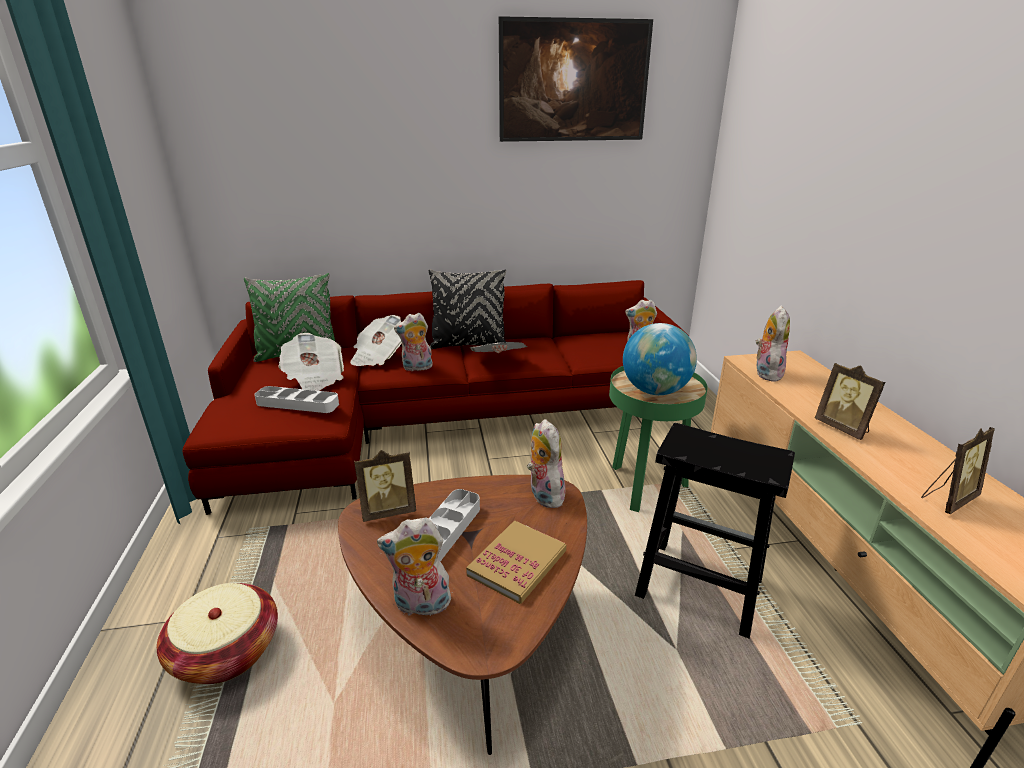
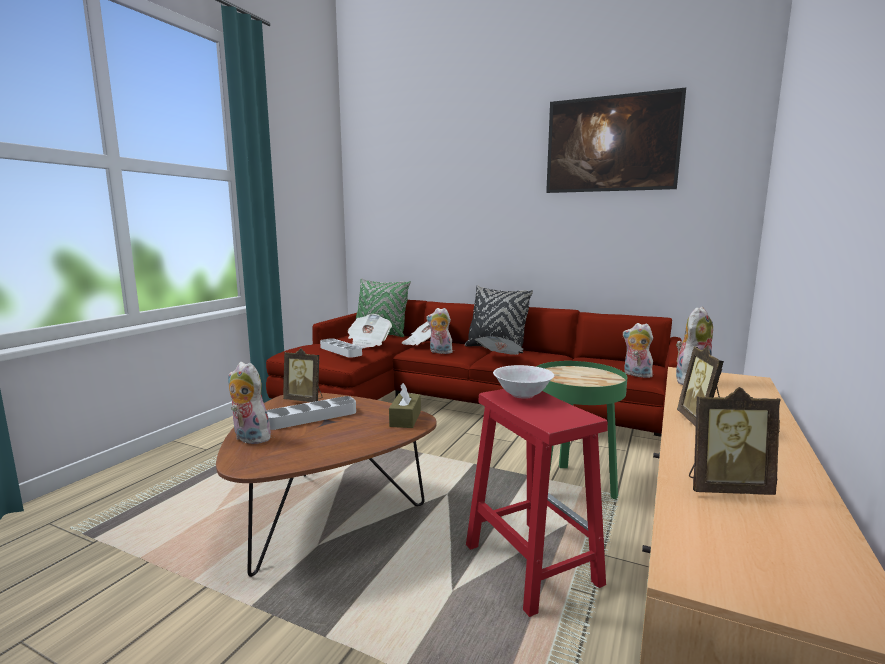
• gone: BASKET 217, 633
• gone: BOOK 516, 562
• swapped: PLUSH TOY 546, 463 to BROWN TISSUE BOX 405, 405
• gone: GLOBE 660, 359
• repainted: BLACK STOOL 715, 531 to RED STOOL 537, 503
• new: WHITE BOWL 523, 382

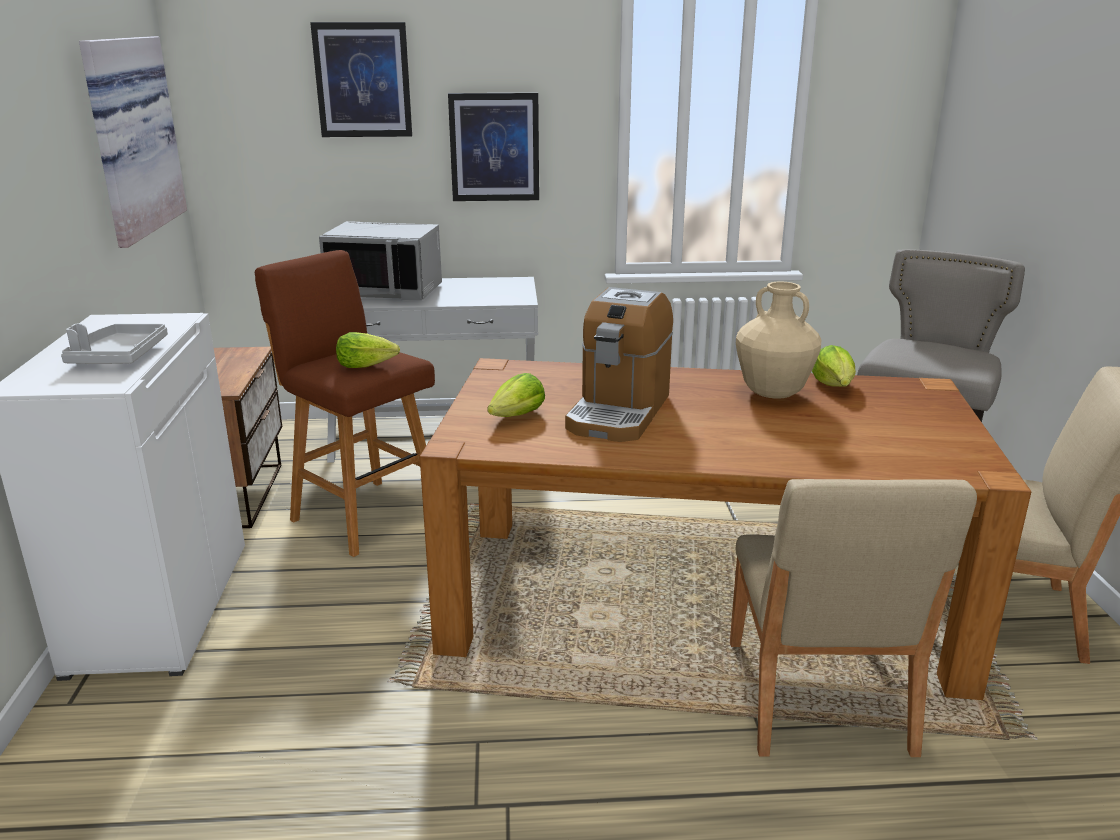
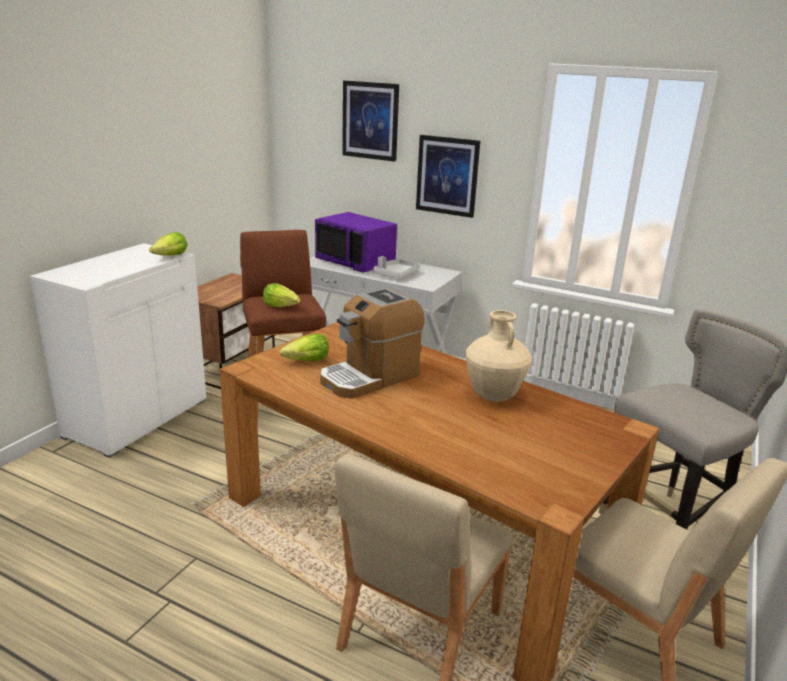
• shifted: GREY TRAY 114, 344 to 396, 267
• gone: PICTURE 133, 142
• repainted: GREY MICROWAVE 380, 261 to PURPLE MICROWAVE 356, 242
• shifted: LETTUCE 834, 366 to 168, 244

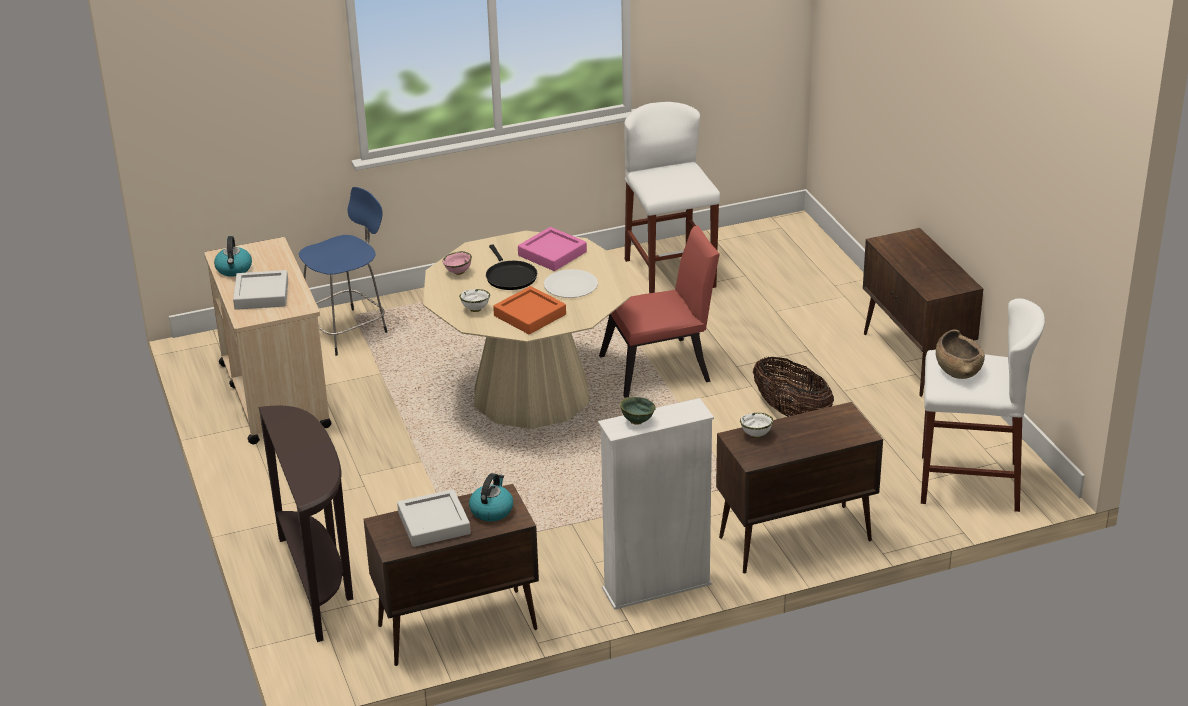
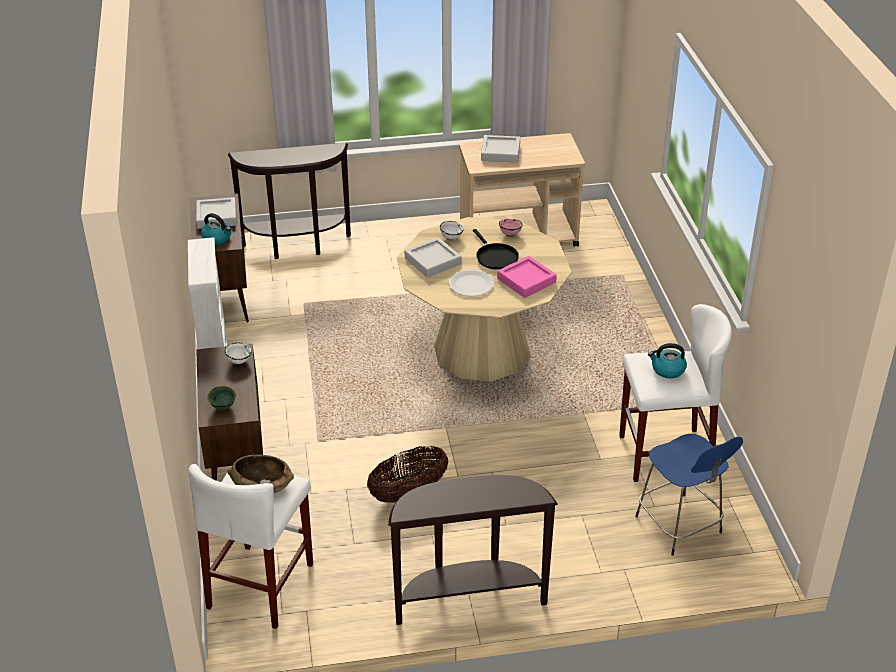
• shifted: KETTLE 233, 256 to 667, 361
• shifted: BLUE STOOL 343, 271 to 689, 495
• rotated: BLACK FRYING PAN 511, 267 = 496, 249 105 degrees counterclockwise
• repainted: ORANGE TRAY 529, 310 to GREY TRAY 433, 257
• gone: RED CHAIR 659, 311
• shifted: GREEN BOWL 638, 411 to 222, 398
• swapped: BROWN CABINET 923, 312 to BROWN CONSOLE TABLE 473, 550

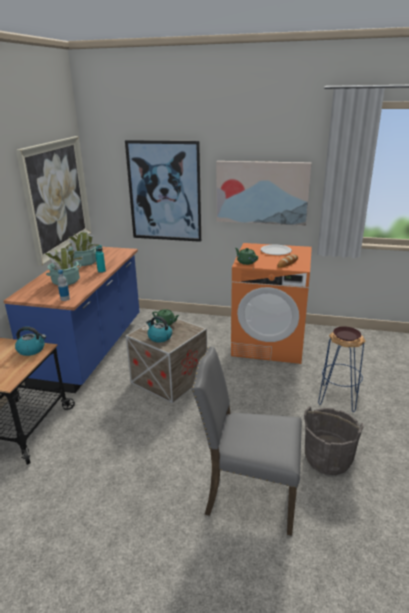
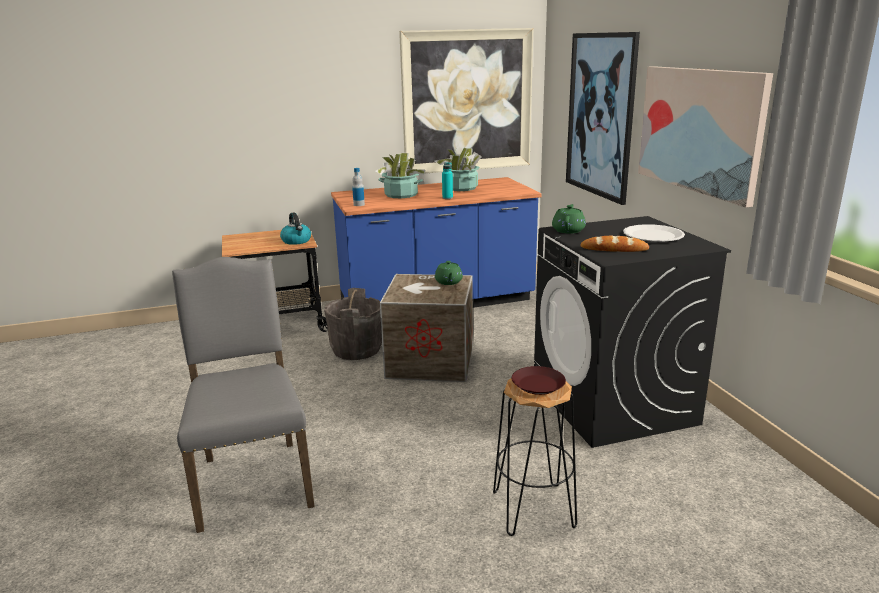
• gone: KETTLE 159, 329
• repainted: ORANGE WASHING MACHINE 271, 303 to BLACK WASHING MACHINE 632, 332
• shifted: GREY BUCKET 334, 440 to 353, 324
• repainted: BLUE STOOL 342, 372 to BLACK STOOL 535, 457

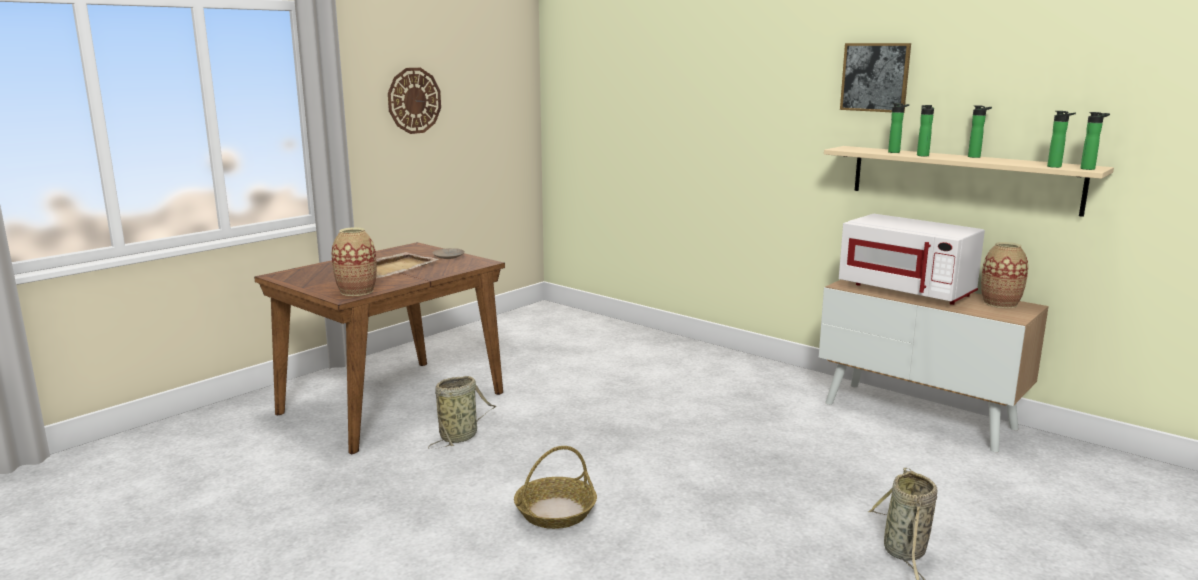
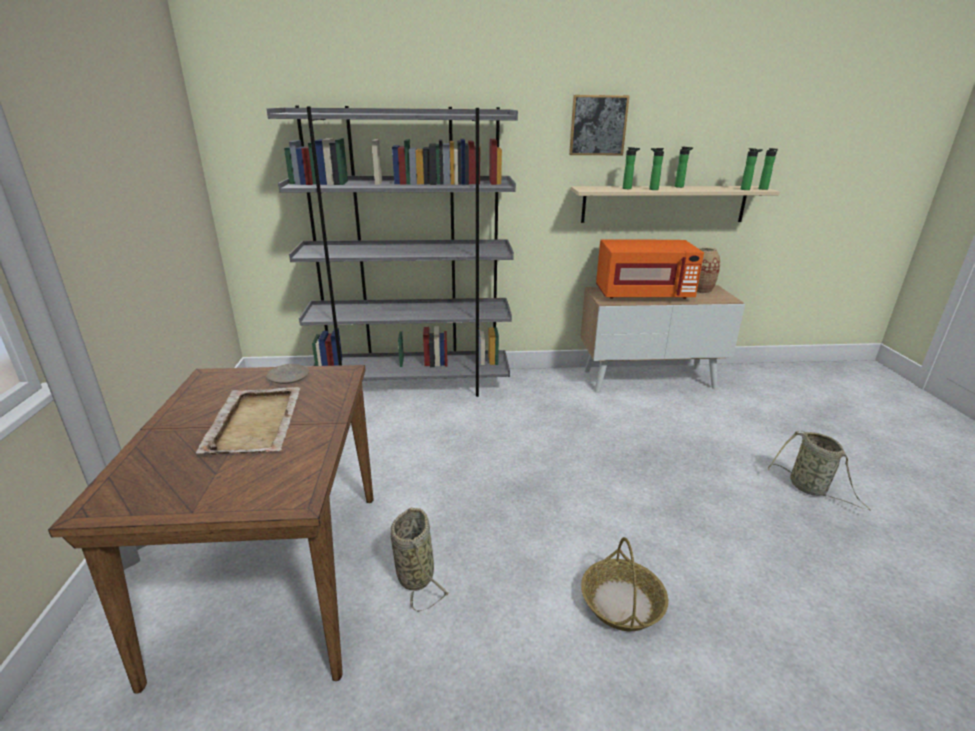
• gone: VASE 354, 261
• gone: WALL CLOCK 414, 101
• repainted: WHITE MICROWAVE 912, 259 to ORANGE MICROWAVE 650, 269
• new: GREY BOOKCASE 392, 251

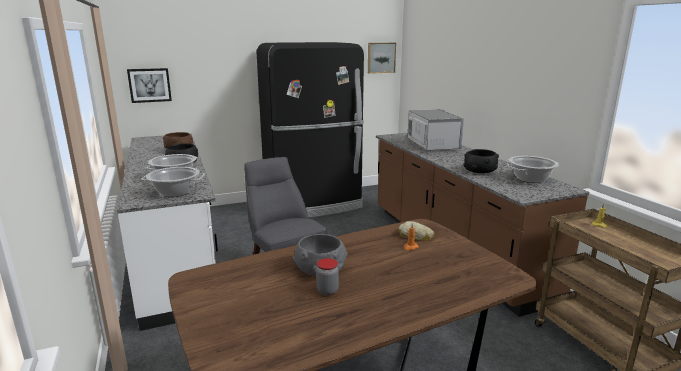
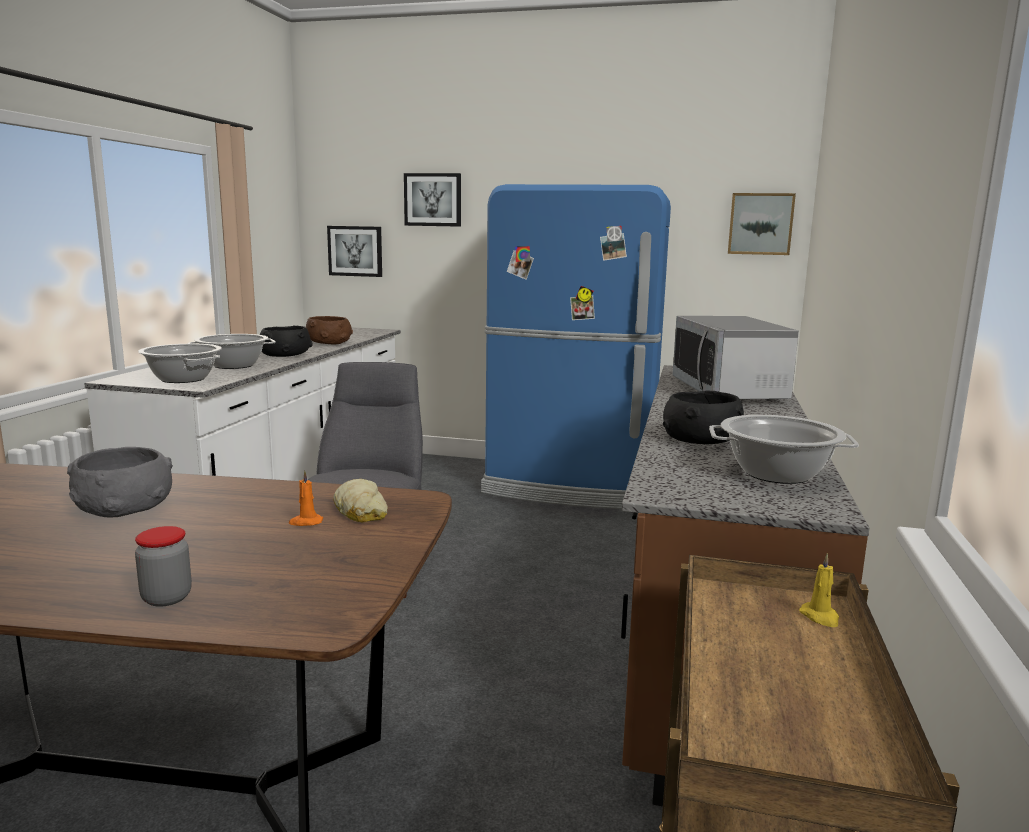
• repainted: BLACK FRIDGE 310, 130 to BLUE FRIDGE 576, 346
• shifted: JAR 327, 276 to 163, 566
• rotated: MICROWAVE 435, 130 = 735, 358 150 degrees clockwise
• new: PICTURE 432, 200

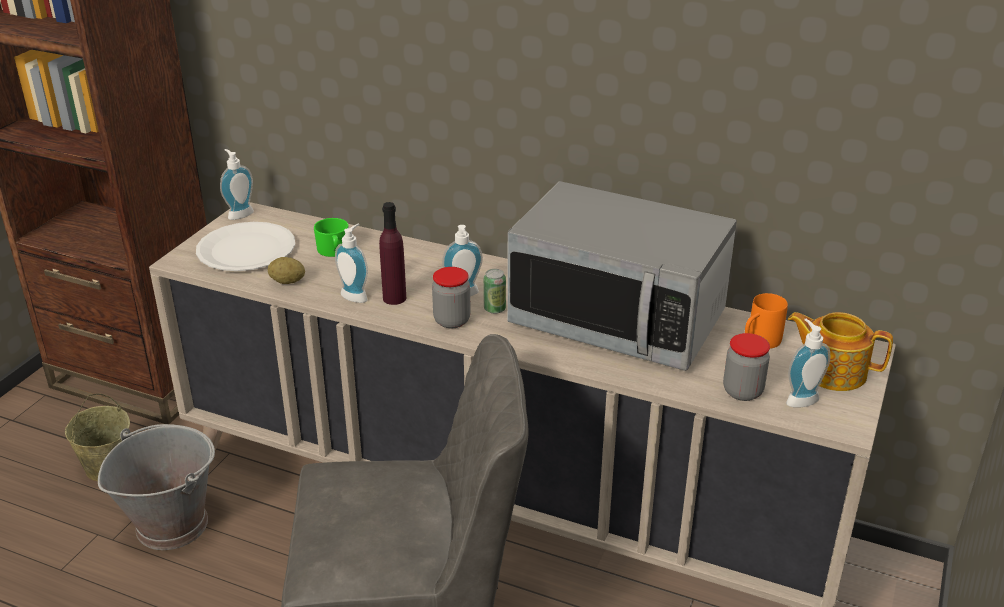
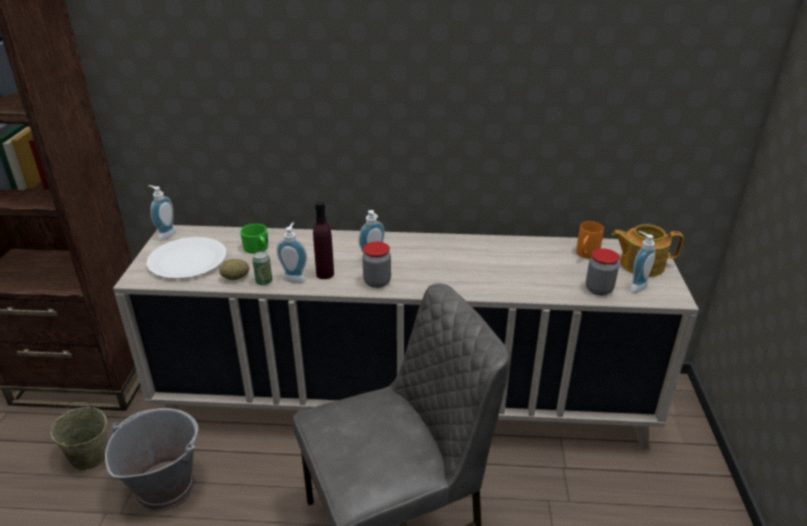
• shifted: CAN 495, 291 to 262, 268
• gone: MICROWAVE 622, 276

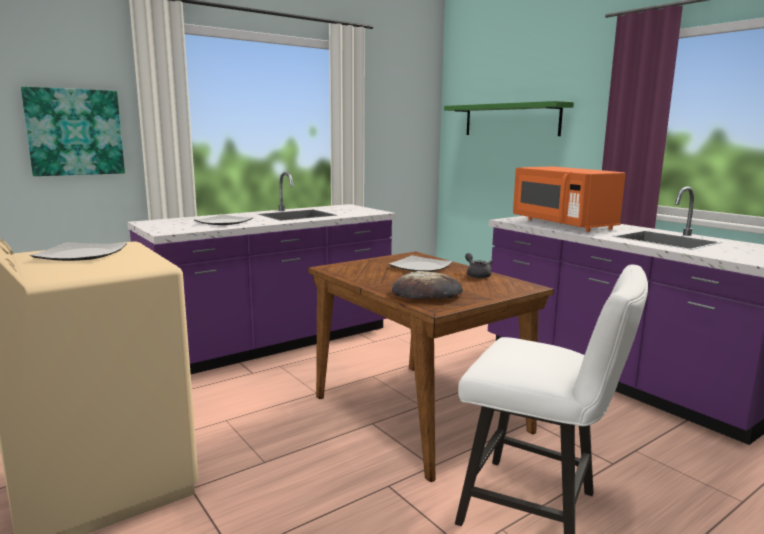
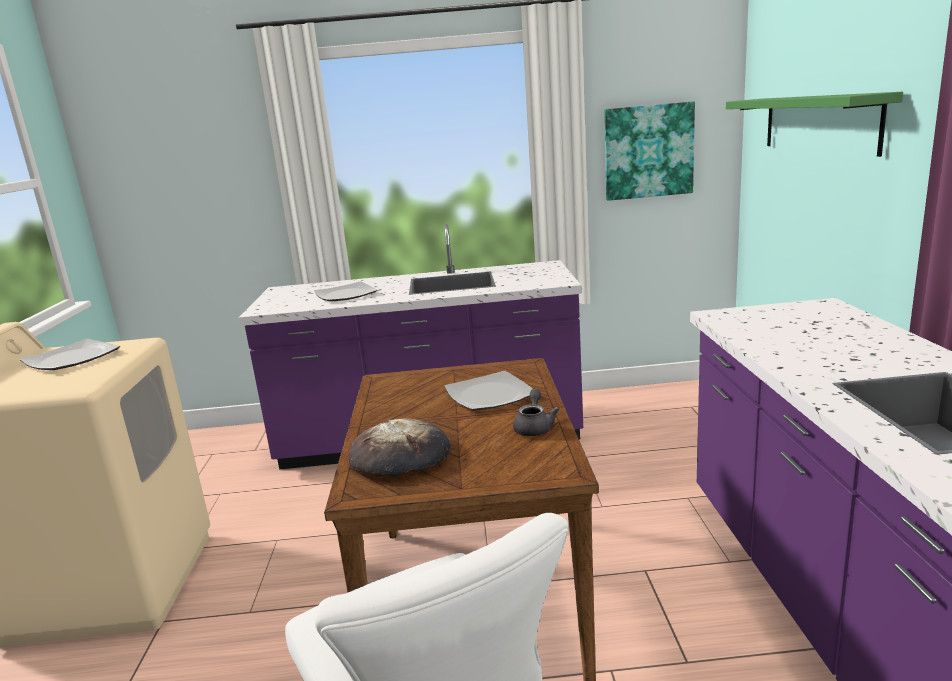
• shifted: PICTURE 73, 131 to 649, 151
• gone: ORANGE MICROWAVE 569, 199

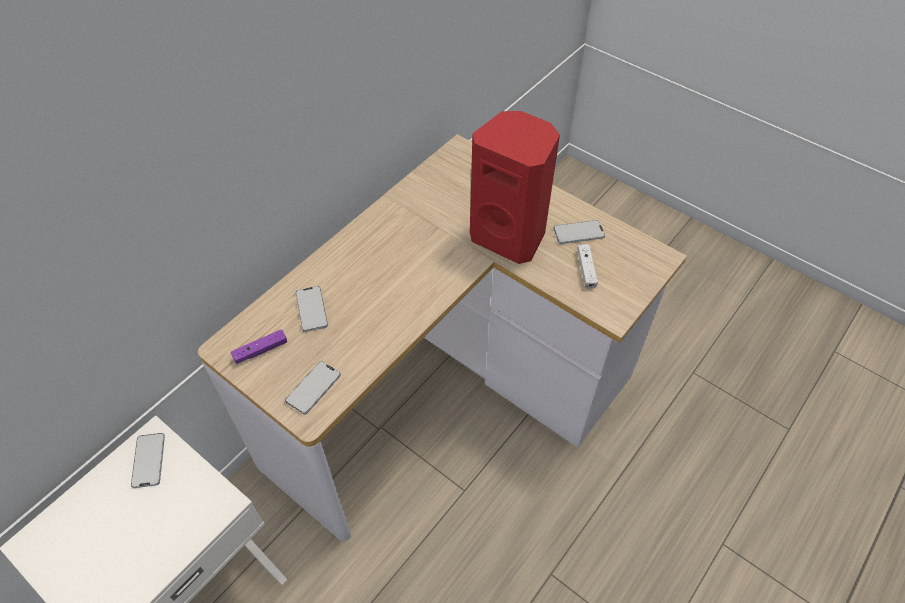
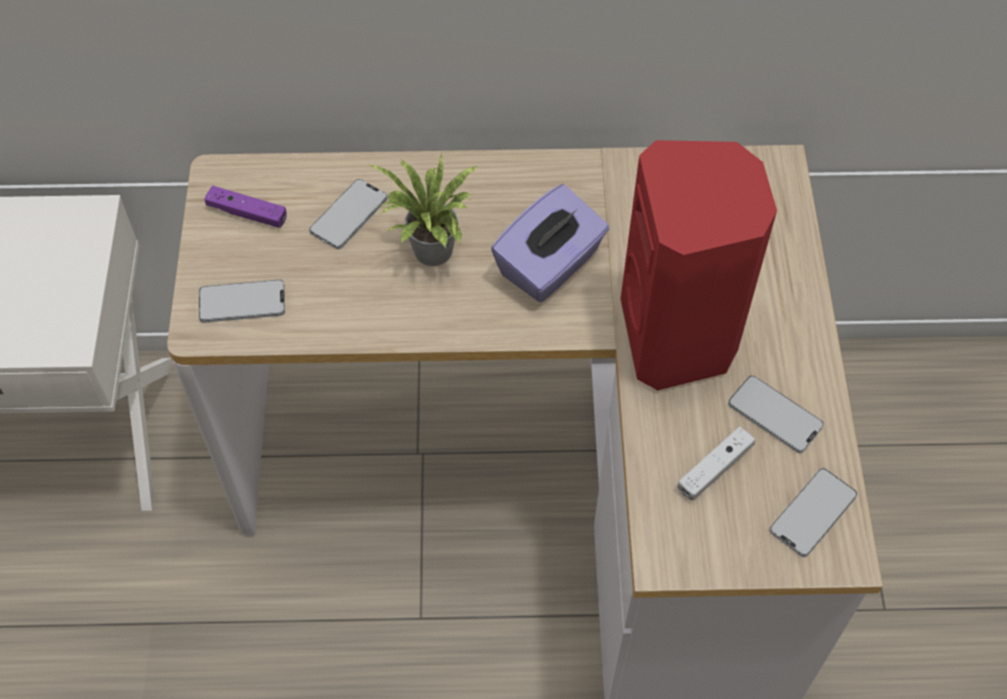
• shifted: PHONE 148, 460 to 813, 512
• new: POTTED PLANT 423, 209
• new: PURPLE TISSUE BOX 550, 243

